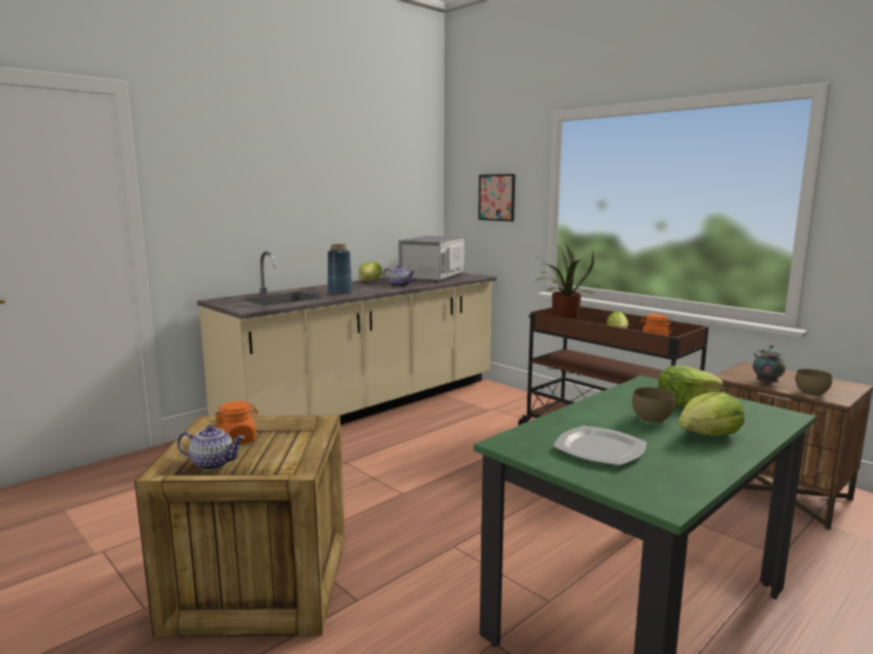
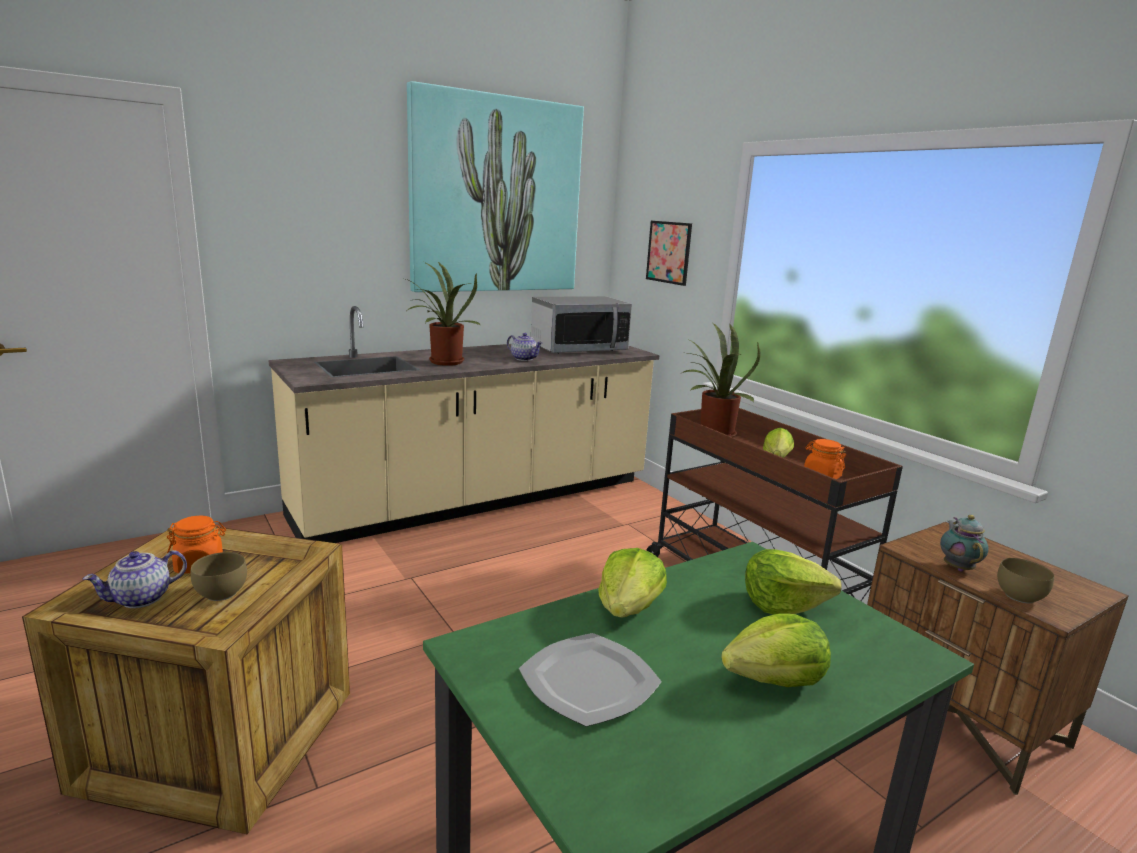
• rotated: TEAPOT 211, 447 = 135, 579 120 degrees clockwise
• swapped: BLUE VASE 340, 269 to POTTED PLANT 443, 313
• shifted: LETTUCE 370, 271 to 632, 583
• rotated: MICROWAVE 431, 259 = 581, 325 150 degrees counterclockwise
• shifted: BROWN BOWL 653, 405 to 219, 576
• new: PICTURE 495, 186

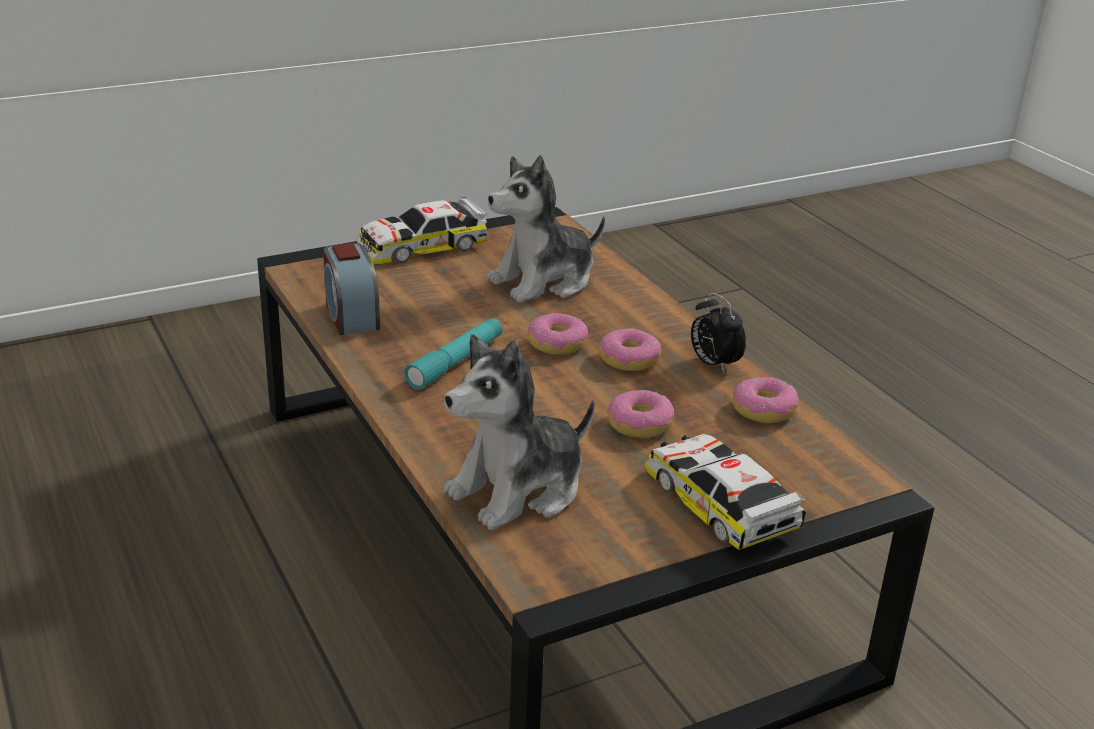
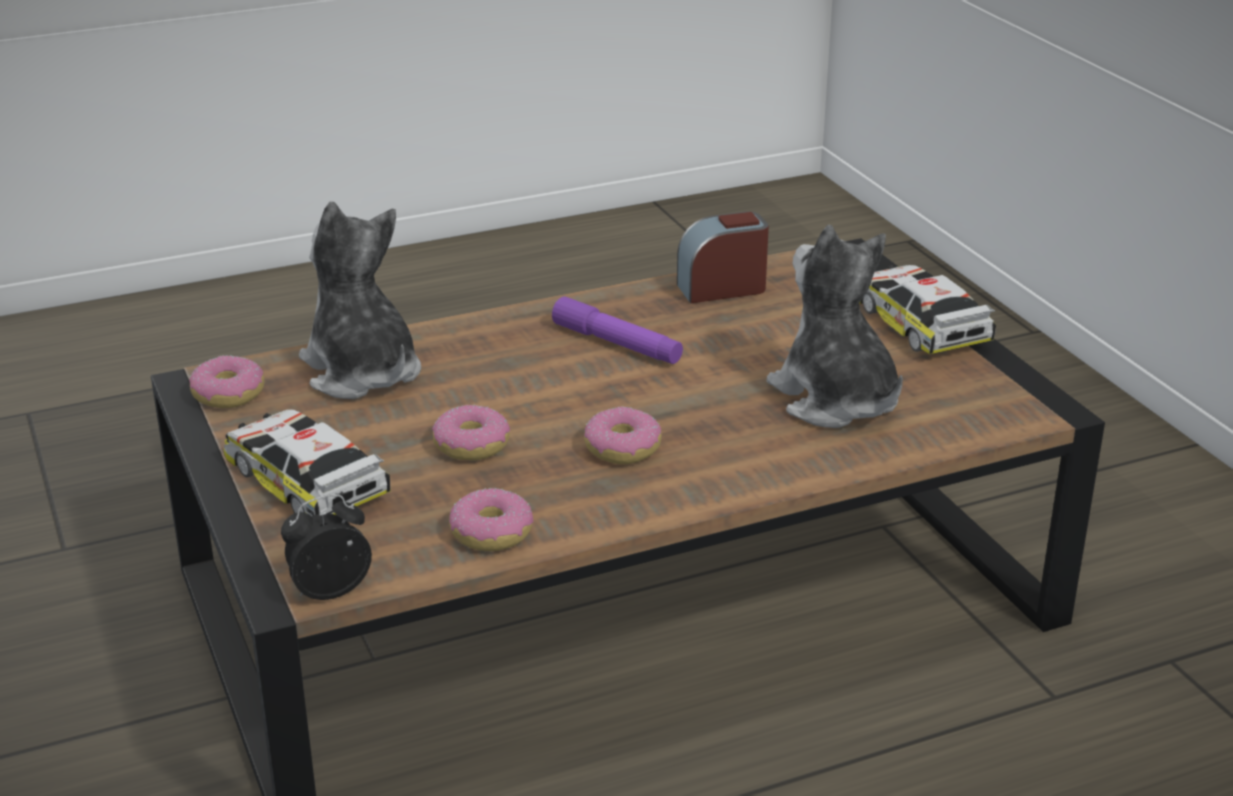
• repainted: TURQUOISE FLASHLIGHT 453, 354 to PURPLE FLASHLIGHT 617, 330
• shifted: DONUT 558, 334 to 226, 381
• rotated: TOY CAR 725, 492 = 307, 462 105 degrees counterclockwise
• shifted: ALARM CLOCK 718, 333 to 326, 547

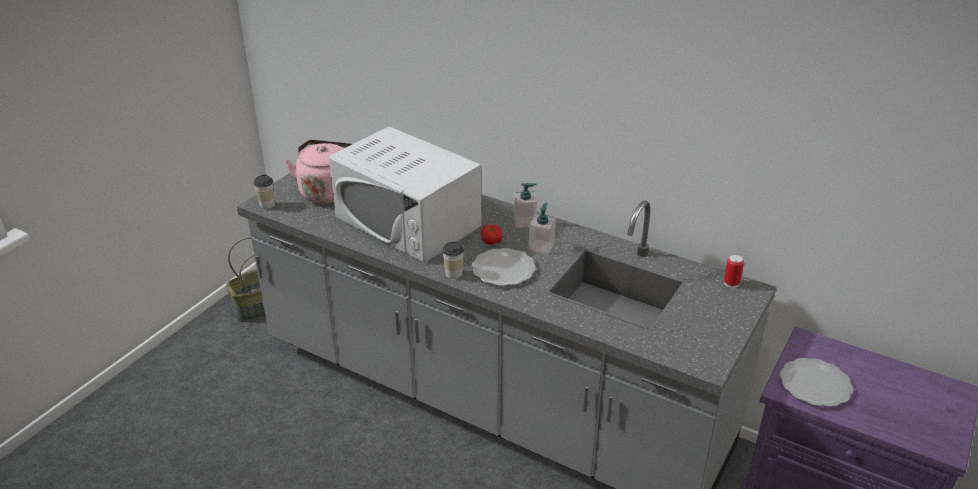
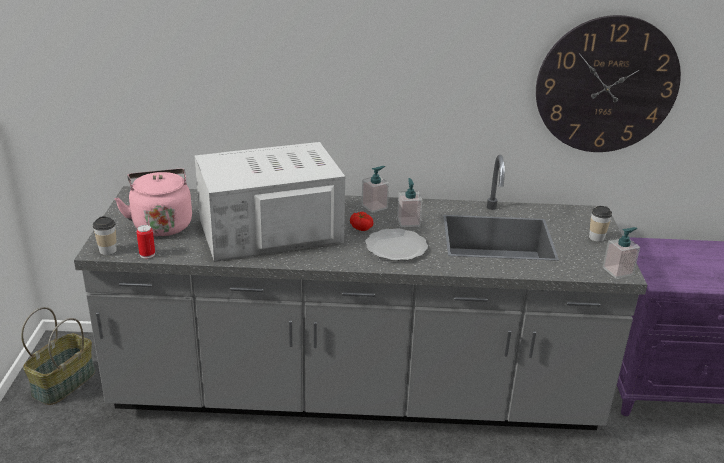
• rotated: WHITE MICROWAVE 405, 194 = 269, 202 150 degrees clockwise
• shifted: CUP 453, 260 to 600, 224
• shifted: CAN 734, 271 to 146, 241
• gone: PLATE 816, 382
• new: WALL CLOCK 608, 83
• new: SOAP DISPENSER 621, 253

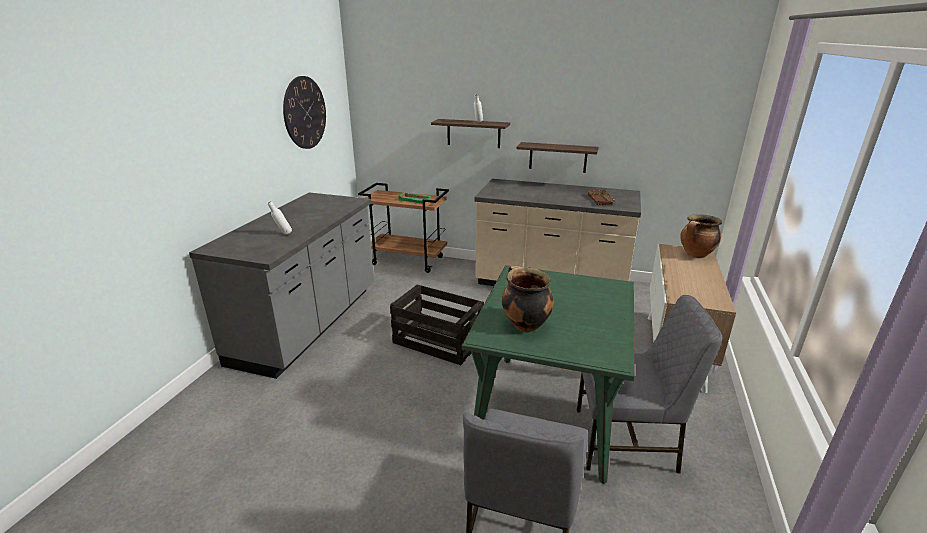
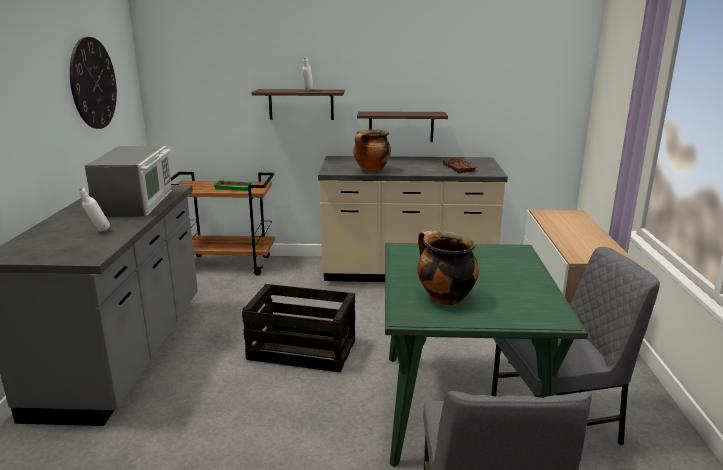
• shifted: COOKING POT 701, 236 to 372, 151
• new: MICROWAVE 128, 181

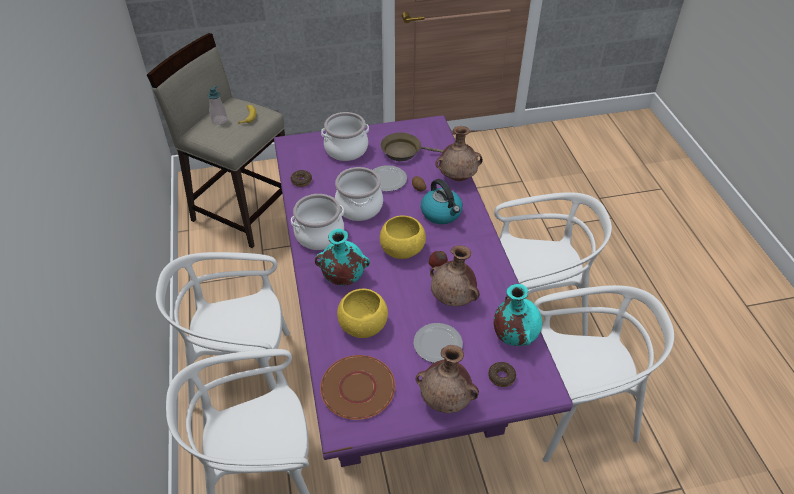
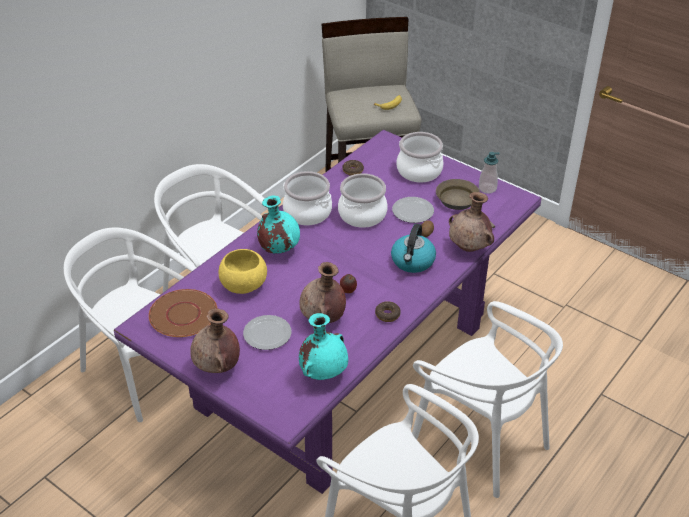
• shifted: SOAP DISPENSER 218, 105 to 489, 173
• gone: YELLOW BOWL 403, 237
• shifted: DONUT 502, 374 to 388, 311

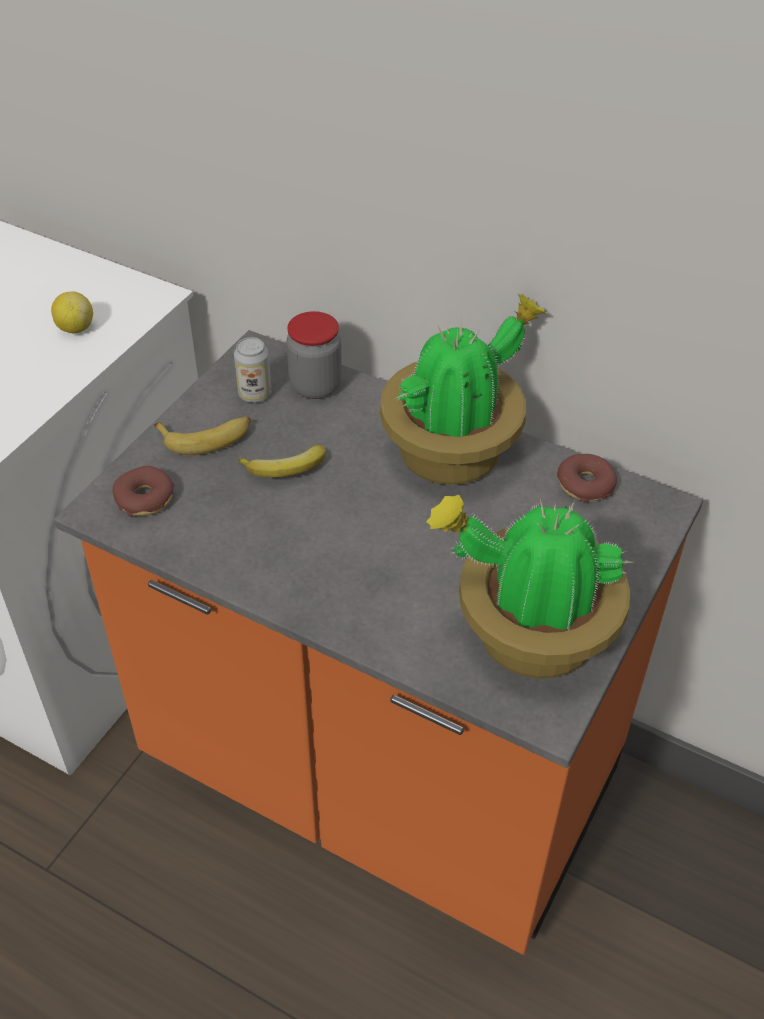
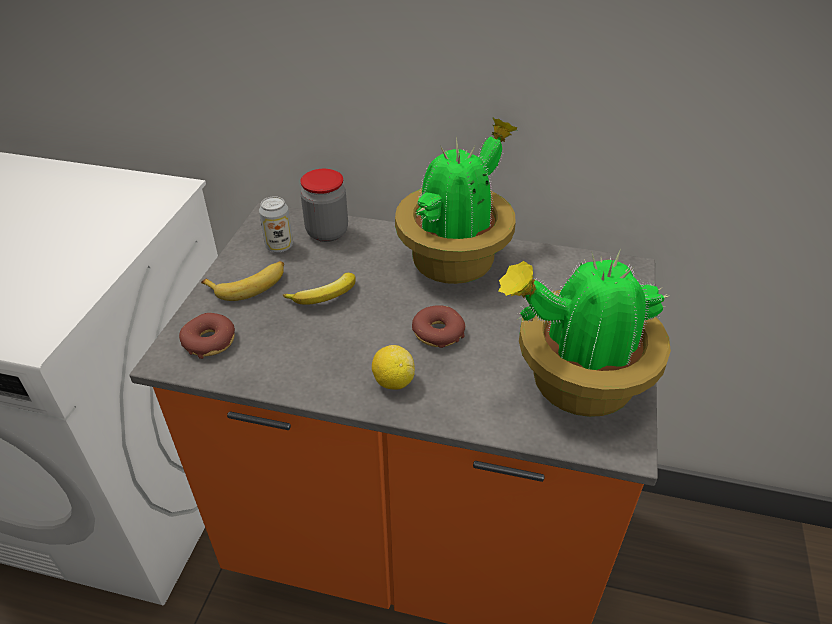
• shifted: LEMON 72, 312 to 393, 367
• shifted: DONUT 587, 478 to 438, 326

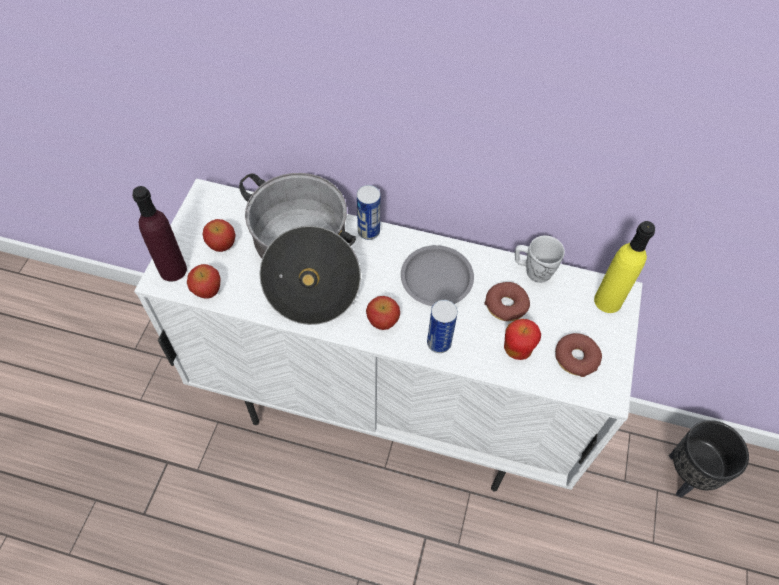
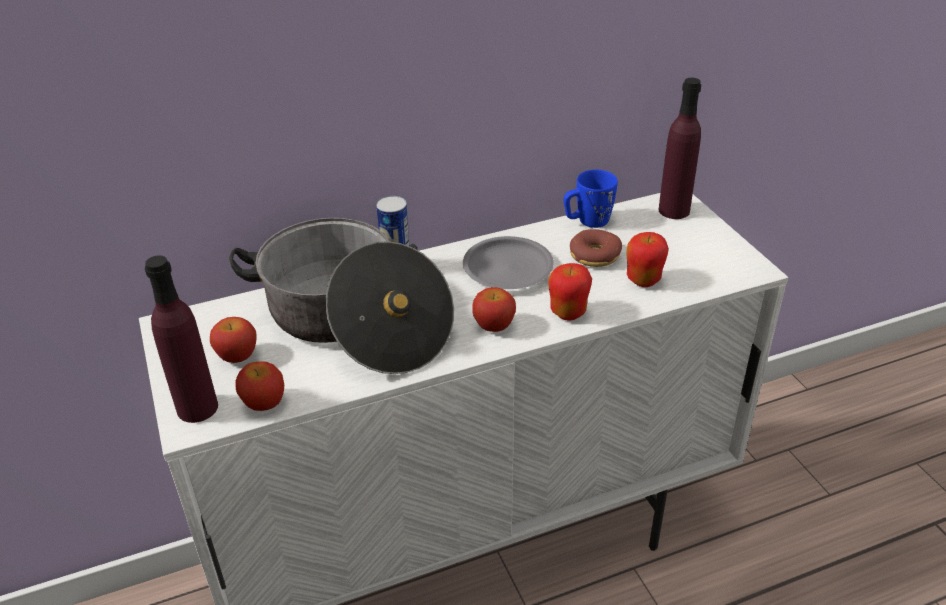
• swapped: CAN 442, 326 to APPLE 570, 292
• repainted: WHITE MUG 540, 259 to BLUE MUG 591, 199
• gone: DONUT 578, 355
• repainted: YELLOW BOTTLE 624, 267 to PURPLE BOTTLE 680, 148
• gone: BLACK PLANTER 709, 458

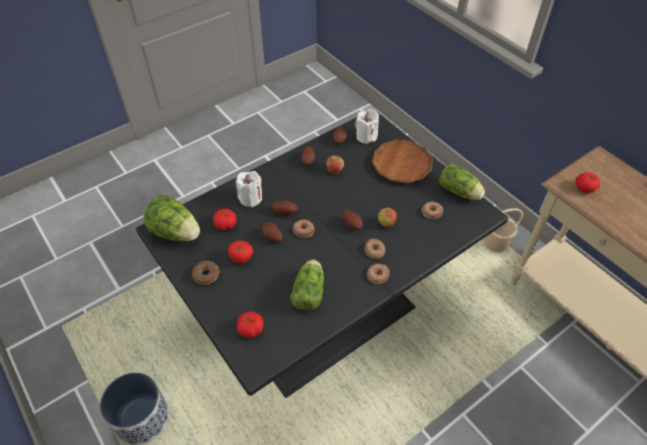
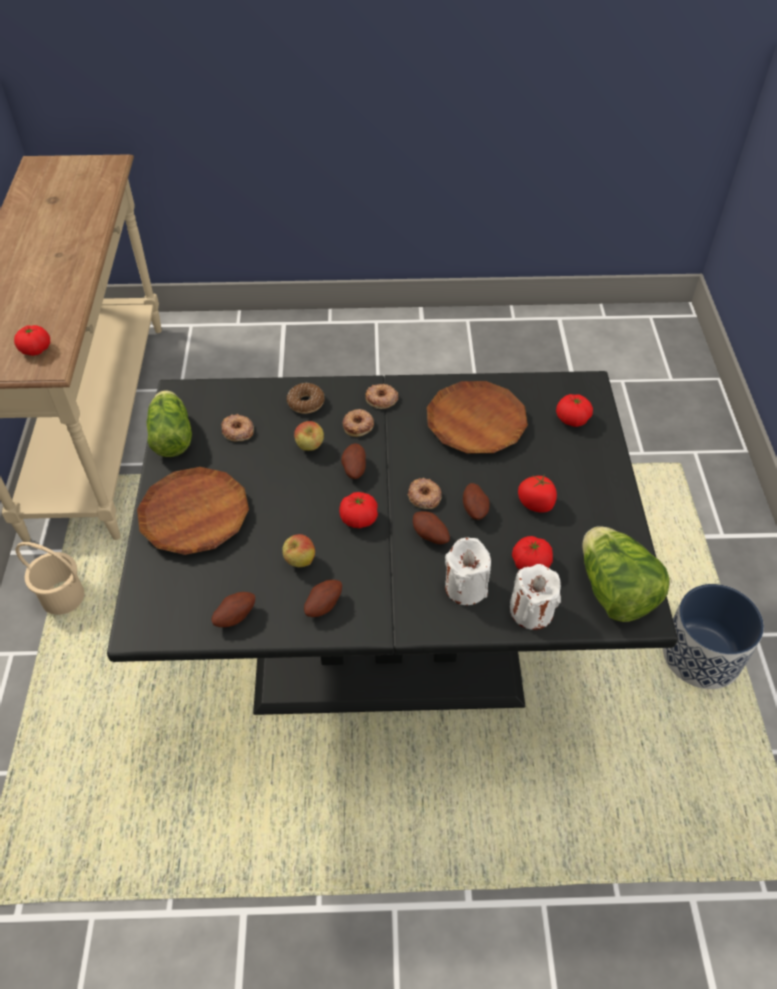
• shifted: DONUT 205, 273 to 306, 398
• swapped: LETTUCE 307, 285 to BROWN PLATE 477, 417
• shifted: WHITE CANDLE 367, 126 to 535, 597
• new: TOMATO 358, 510

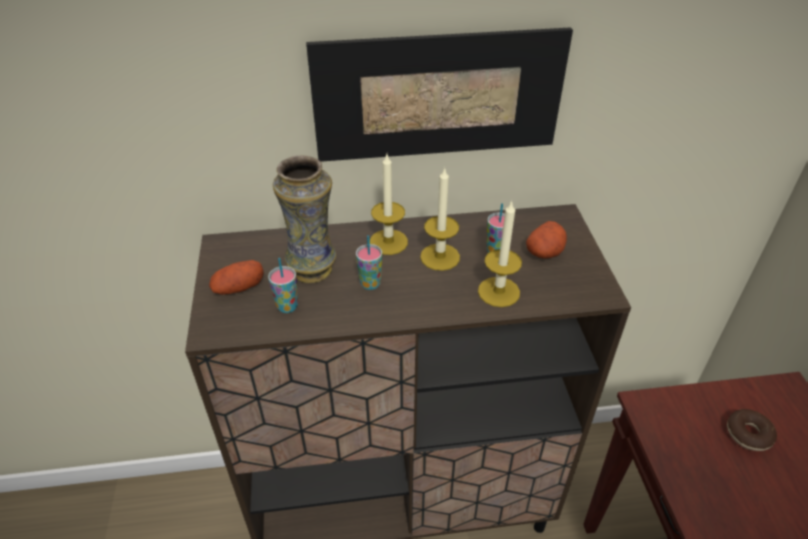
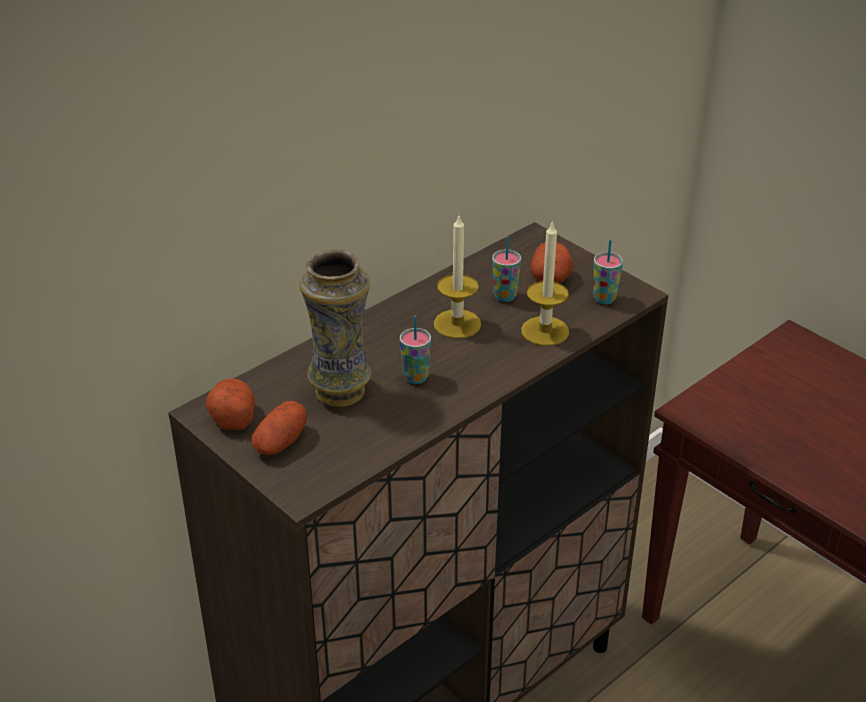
• shifted: CUP 283, 285 to 608, 271
• gone: PICTURE 439, 94
• gone: CANDLE 389, 204
• gone: DONUT 752, 430
• new: POTATO 230, 404

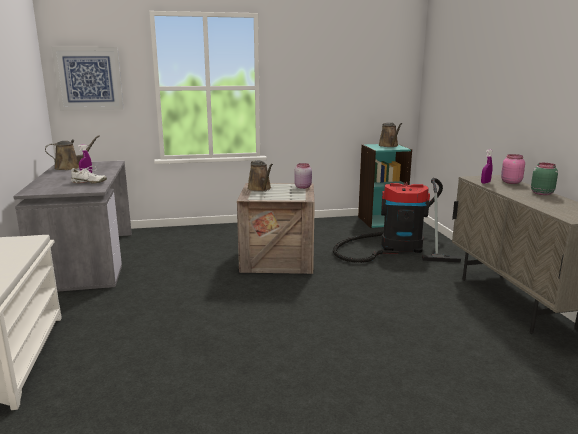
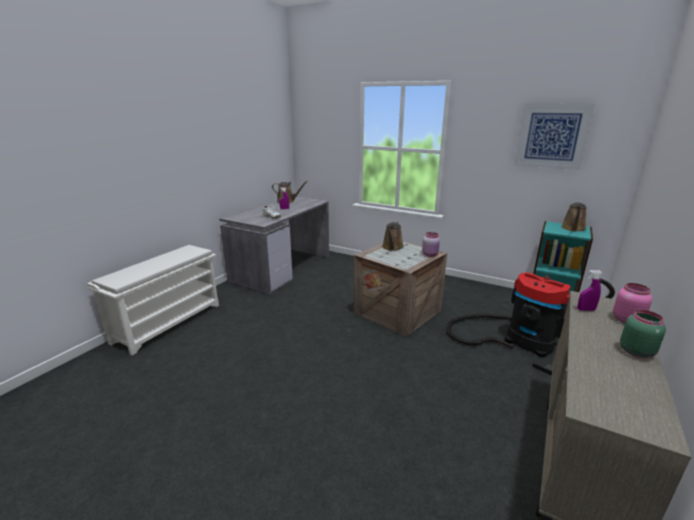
• shifted: PICTURE 88, 79 to 554, 136

